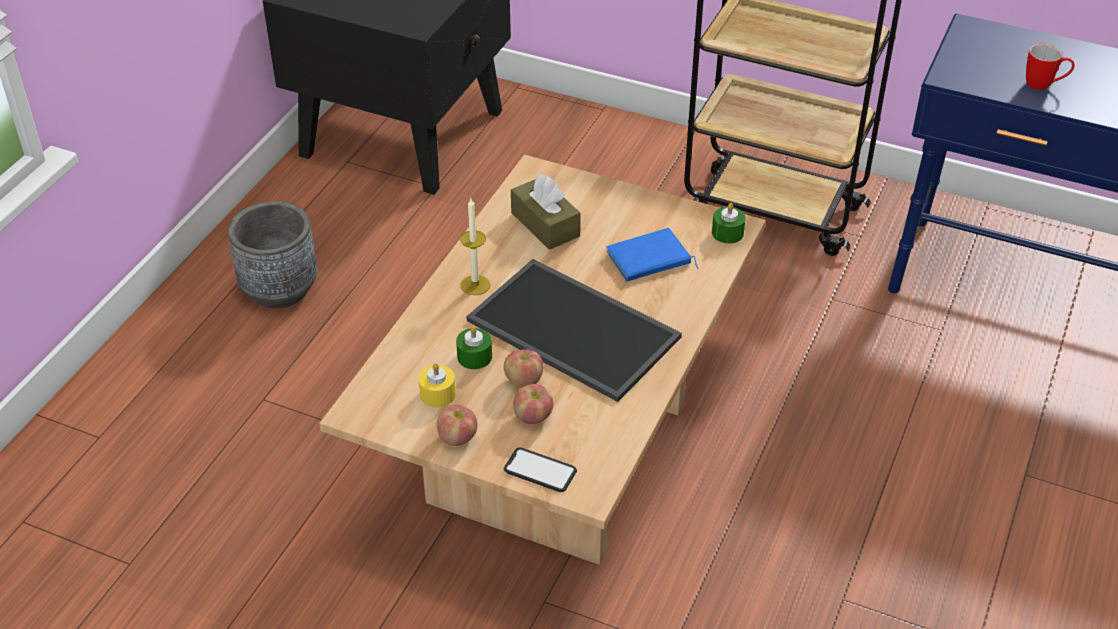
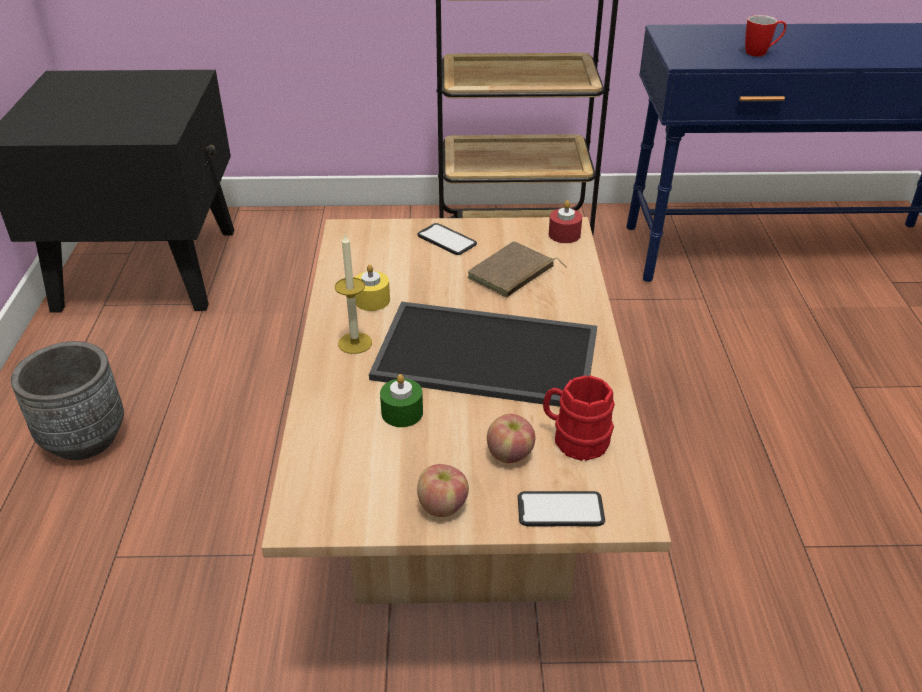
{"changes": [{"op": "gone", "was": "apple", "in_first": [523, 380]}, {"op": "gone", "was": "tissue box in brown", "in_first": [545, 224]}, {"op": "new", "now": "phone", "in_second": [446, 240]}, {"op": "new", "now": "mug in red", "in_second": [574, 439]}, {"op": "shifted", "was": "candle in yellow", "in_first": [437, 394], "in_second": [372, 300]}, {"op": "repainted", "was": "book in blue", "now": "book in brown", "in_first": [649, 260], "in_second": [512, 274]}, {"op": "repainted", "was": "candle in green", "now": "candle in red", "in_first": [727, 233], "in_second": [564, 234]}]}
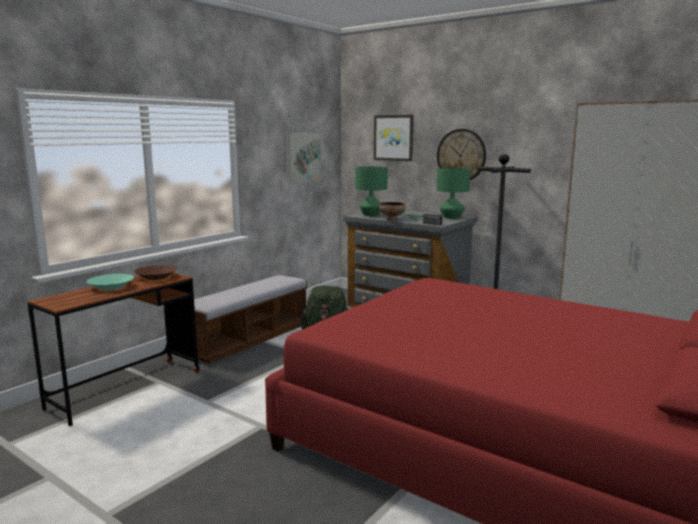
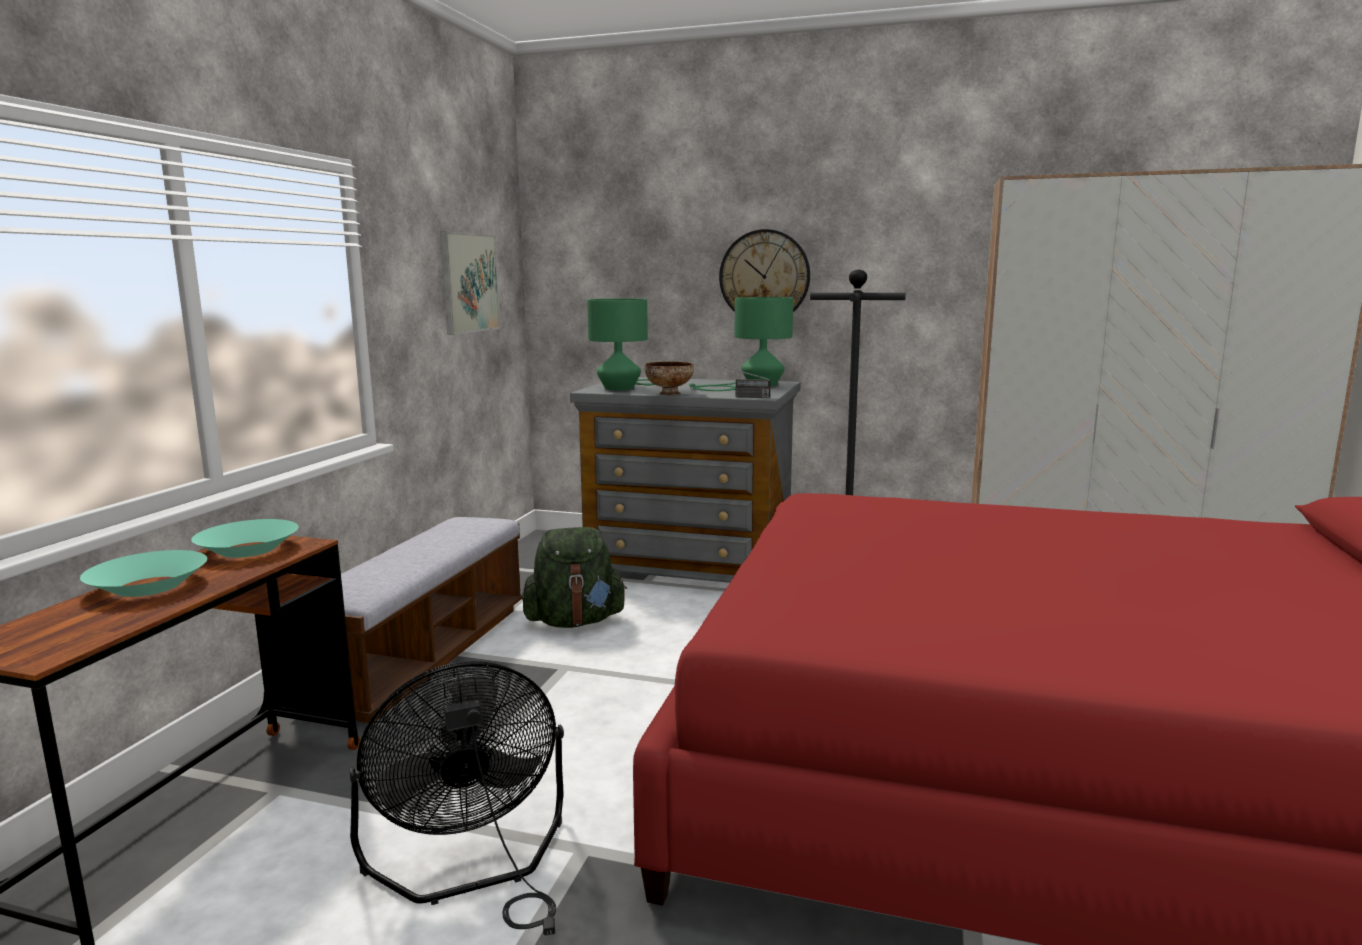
{"changes": [{"op": "gone", "was": "picture", "in_first": [393, 138]}, {"op": "new", "now": "fan in black", "in_second": [479, 870]}, {"op": "repainted", "was": "bowl in brown", "now": "bowl in turquoise", "in_first": [156, 277], "in_second": [248, 549]}]}
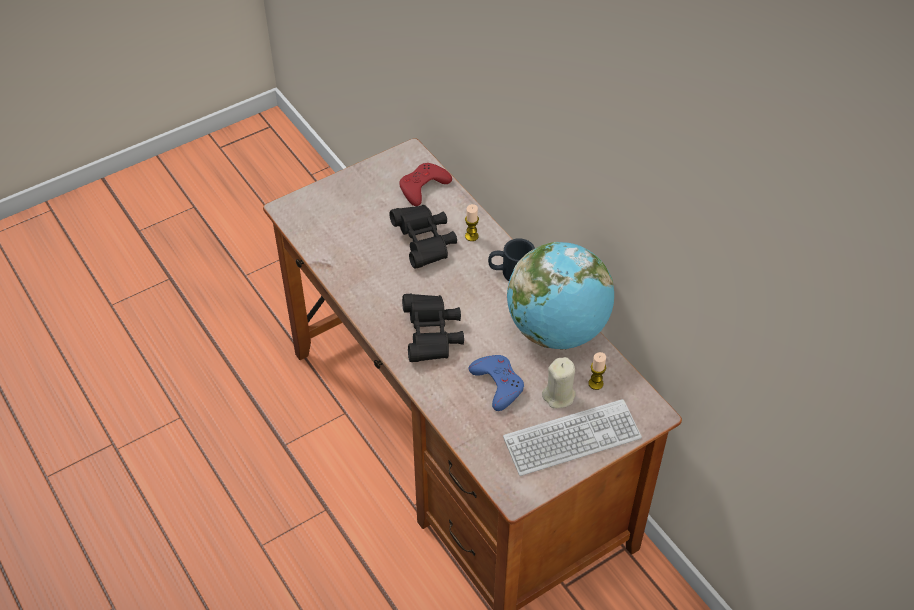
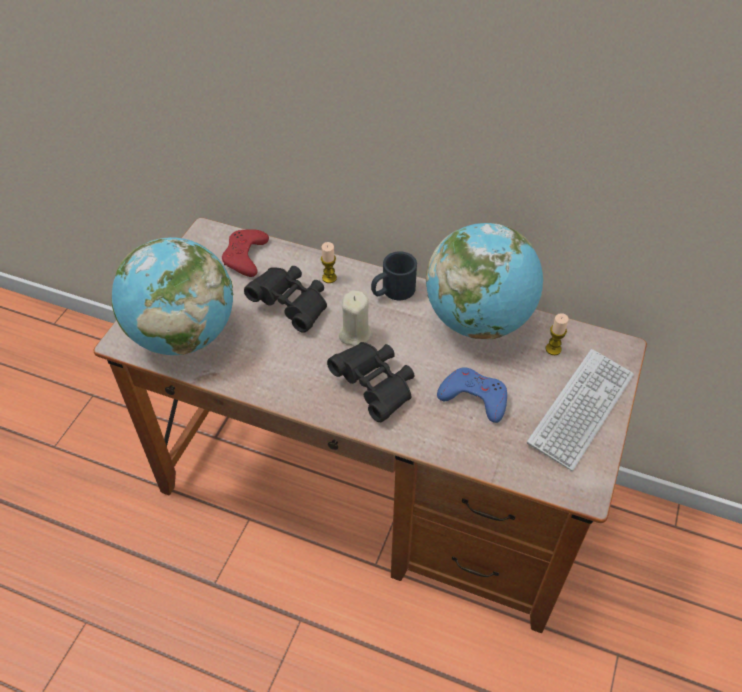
{"changes": [{"op": "new", "now": "globe", "in_second": [183, 335]}, {"op": "shifted", "was": "candle in beige", "in_first": [559, 396], "in_second": [355, 334]}]}
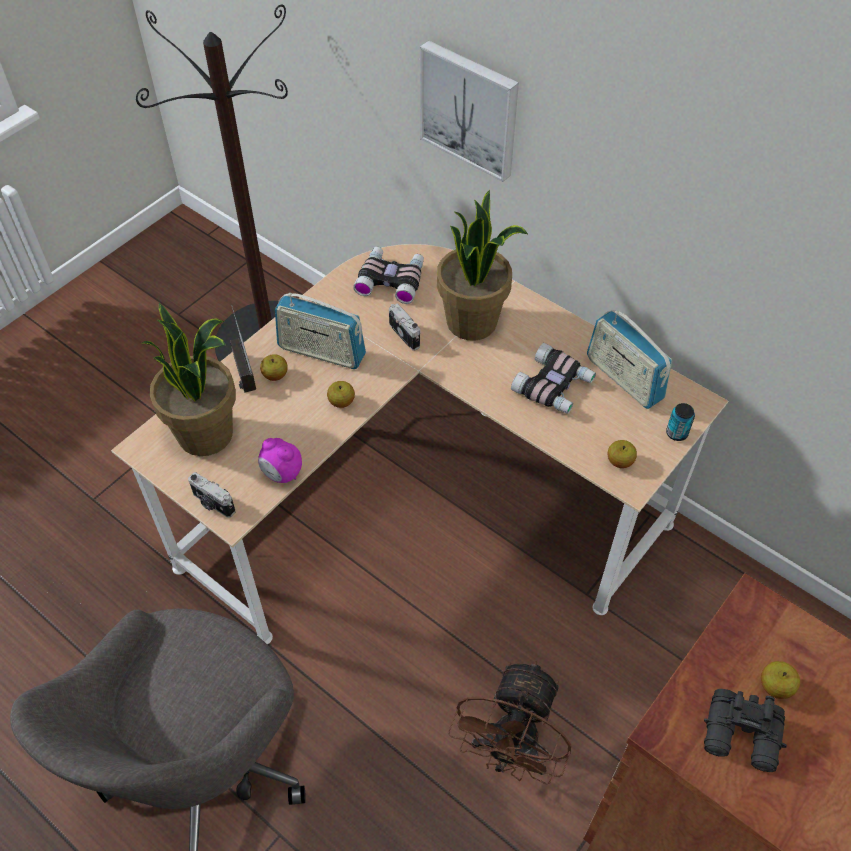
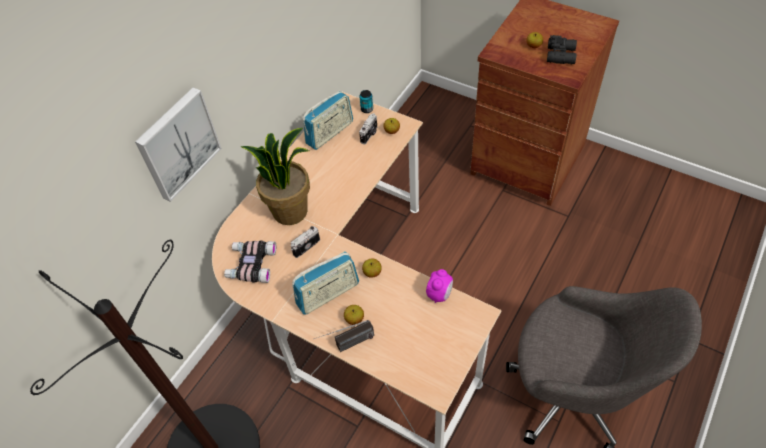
{"changes": [{"op": "gone", "was": "potted plant", "in_first": [207, 433]}, {"op": "gone", "was": "fan in brown", "in_first": [510, 752]}, {"op": "gone", "was": "binoculars", "in_first": [554, 386]}, {"op": "shifted", "was": "photo camera", "in_first": [213, 504], "in_second": [369, 134]}, {"op": "rotated", "was": "radio", "in_first": [321, 352], "in_second": [328, 294], "clockwise": 45}]}
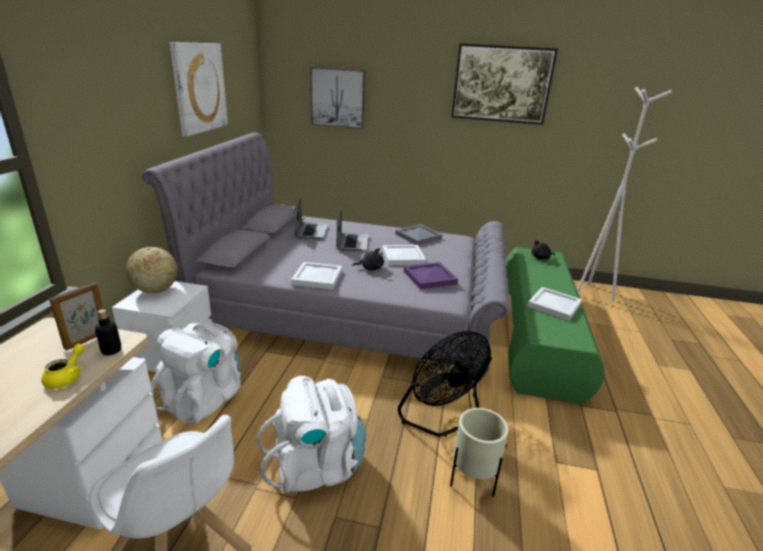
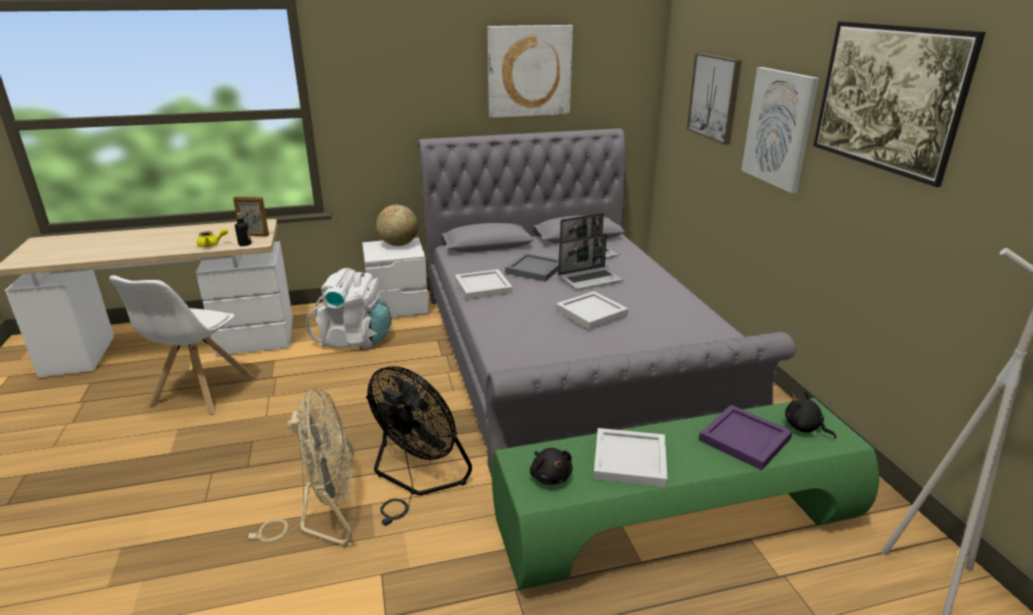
{"changes": [{"op": "gone", "was": "backpack in white", "in_first": [316, 466]}, {"op": "new", "now": "picture", "in_second": [779, 128]}, {"op": "shifted", "was": "plush toy in black", "in_first": [370, 268], "in_second": [550, 476]}, {"op": "shifted", "was": "tray in grey", "in_first": [417, 236], "in_second": [534, 269]}, {"op": "shifted", "was": "tray in purple", "in_first": [430, 277], "in_second": [746, 439]}, {"op": "swapped", "was": "planter in beige", "now": "fan in beige", "in_first": [472, 481], "in_second": [322, 509]}]}
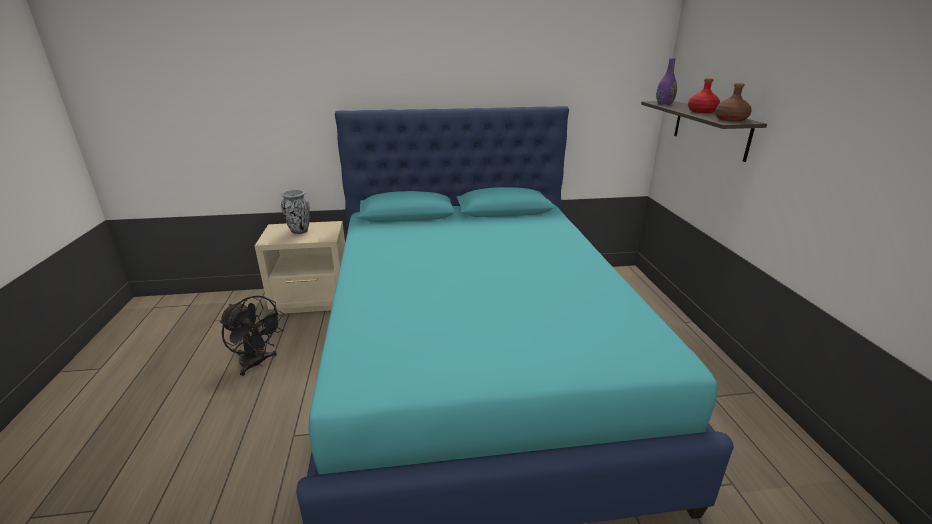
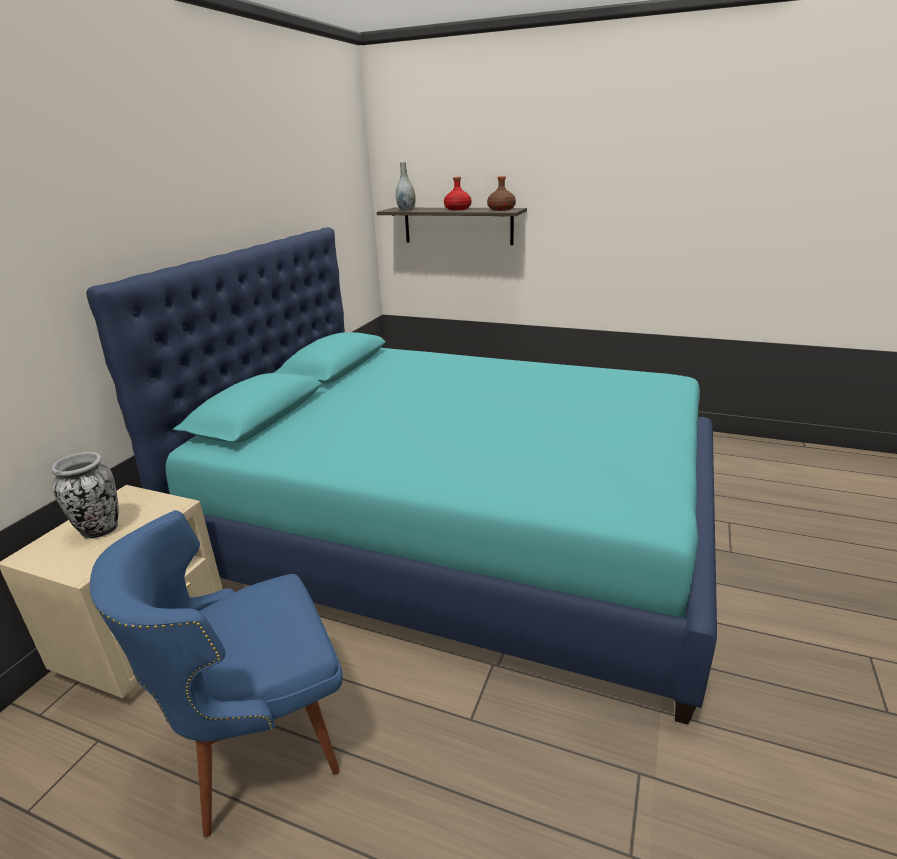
{"changes": [{"op": "swapped", "was": "fan in black", "now": "chair in blue", "in_first": [257, 363], "in_second": [261, 745]}, {"op": "repainted", "was": "vase in purple", "now": "vase in grey", "in_first": [664, 104], "in_second": [406, 210]}]}
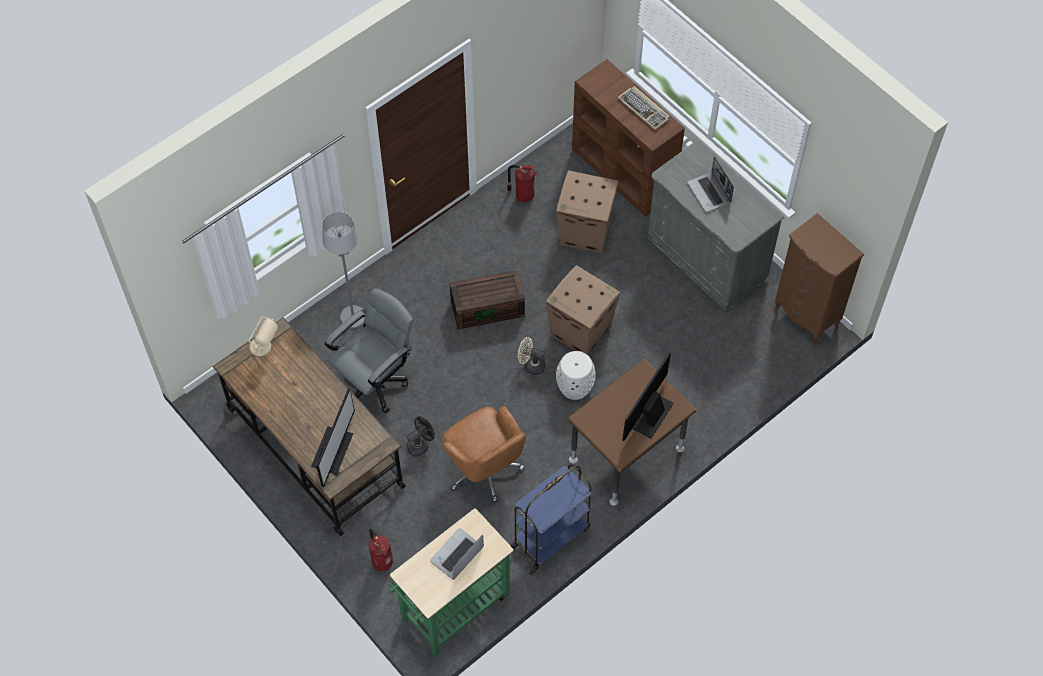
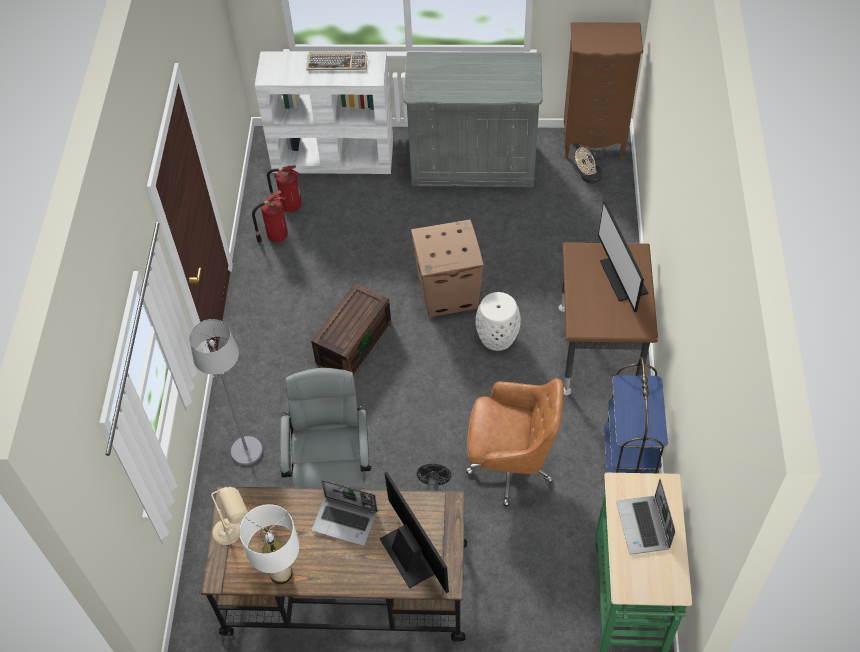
{"changes": [{"op": "gone", "was": "cardboard box", "in_first": [586, 232]}, {"op": "new", "now": "table lamp in white", "in_second": [280, 573]}, {"op": "shifted", "was": "fire extinguisher", "in_first": [382, 561], "in_second": [290, 205]}, {"op": "shifted", "was": "fan in beige", "in_first": [531, 365], "in_second": [588, 177]}, {"op": "shifted", "was": "laptop", "in_first": [709, 193], "in_second": [346, 521]}, {"op": "repainted", "was": "bookcase in brown", "now": "bookcase in white", "in_first": [624, 170], "in_second": [333, 156]}]}
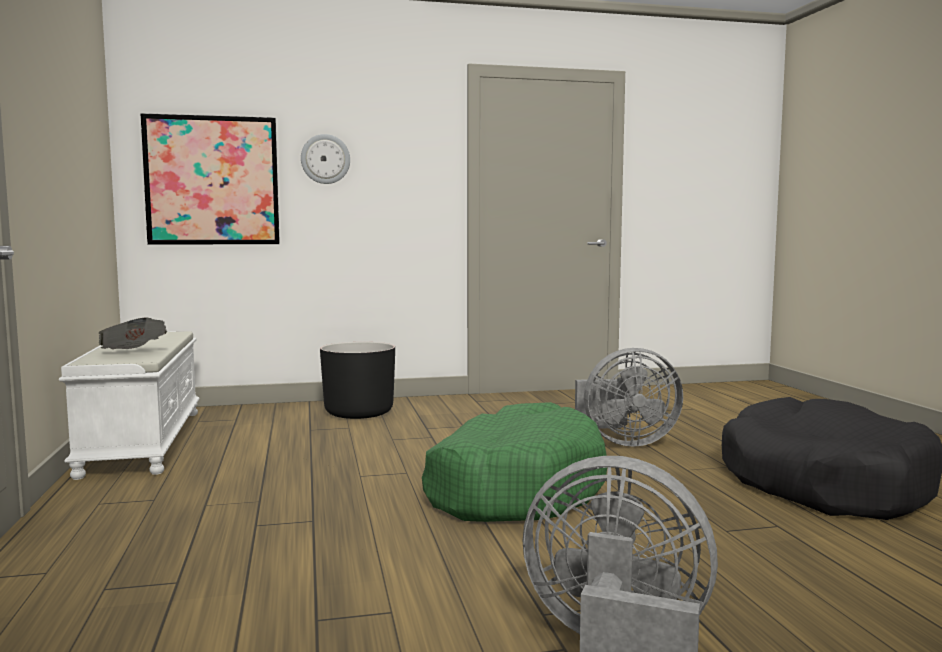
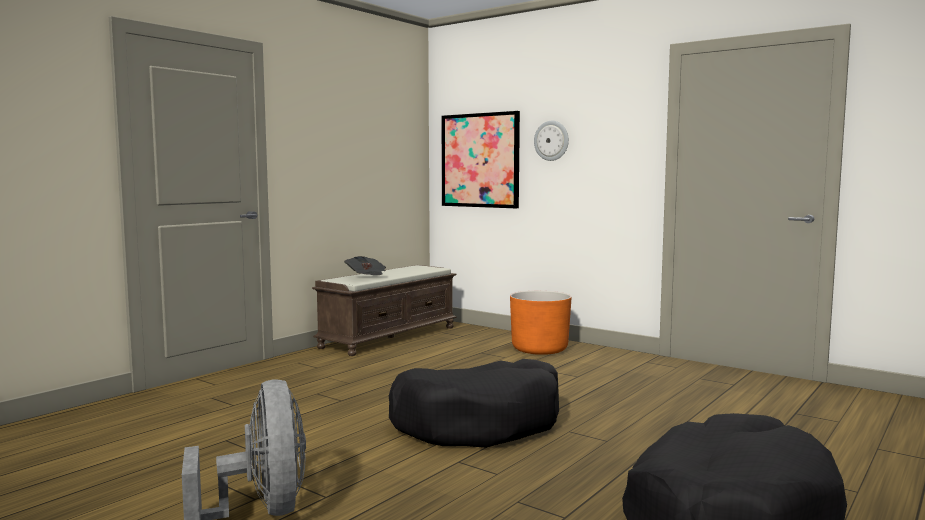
{"changes": [{"op": "gone", "was": "fan in grey", "in_first": [624, 442]}, {"op": "repainted", "was": "bench in white", "now": "bench in brown", "in_first": [142, 441], "in_second": [389, 337]}, {"op": "repainted", "was": "planter in black", "now": "planter in orange", "in_first": [359, 413], "in_second": [539, 349]}, {"op": "repainted", "was": "dog bed in green", "now": "dog bed in black", "in_first": [513, 488], "in_second": [478, 423]}]}
